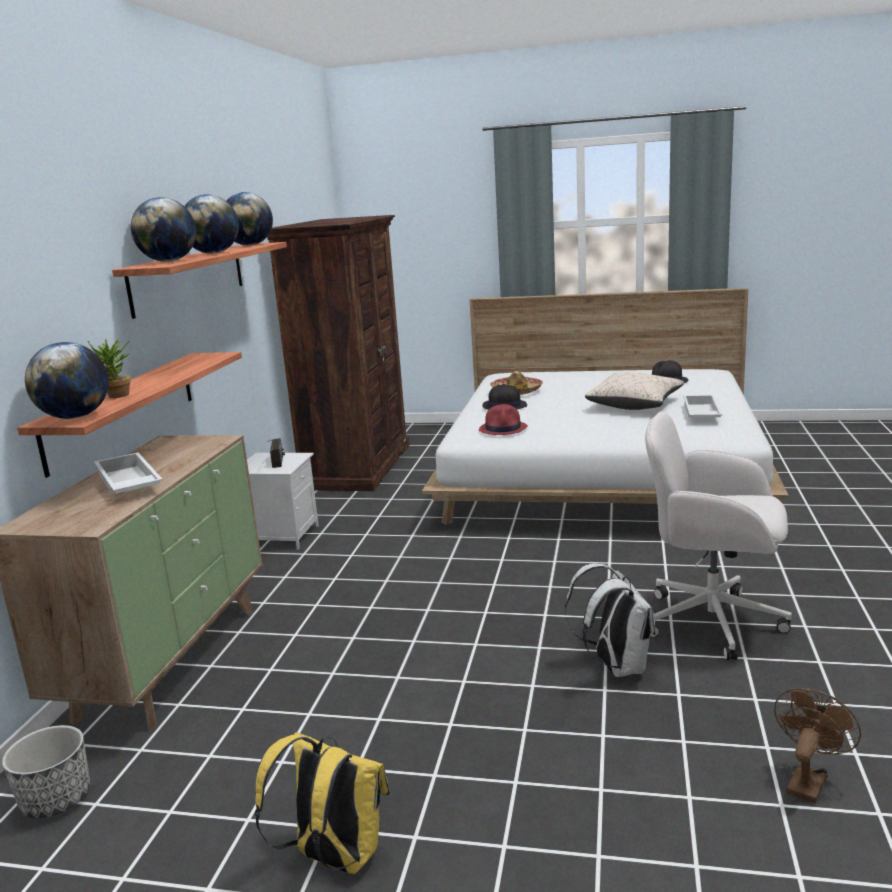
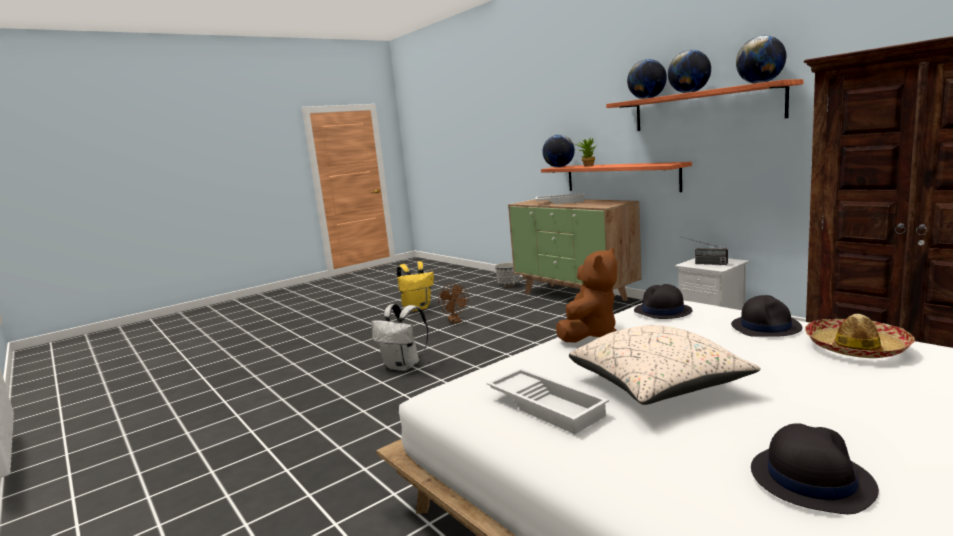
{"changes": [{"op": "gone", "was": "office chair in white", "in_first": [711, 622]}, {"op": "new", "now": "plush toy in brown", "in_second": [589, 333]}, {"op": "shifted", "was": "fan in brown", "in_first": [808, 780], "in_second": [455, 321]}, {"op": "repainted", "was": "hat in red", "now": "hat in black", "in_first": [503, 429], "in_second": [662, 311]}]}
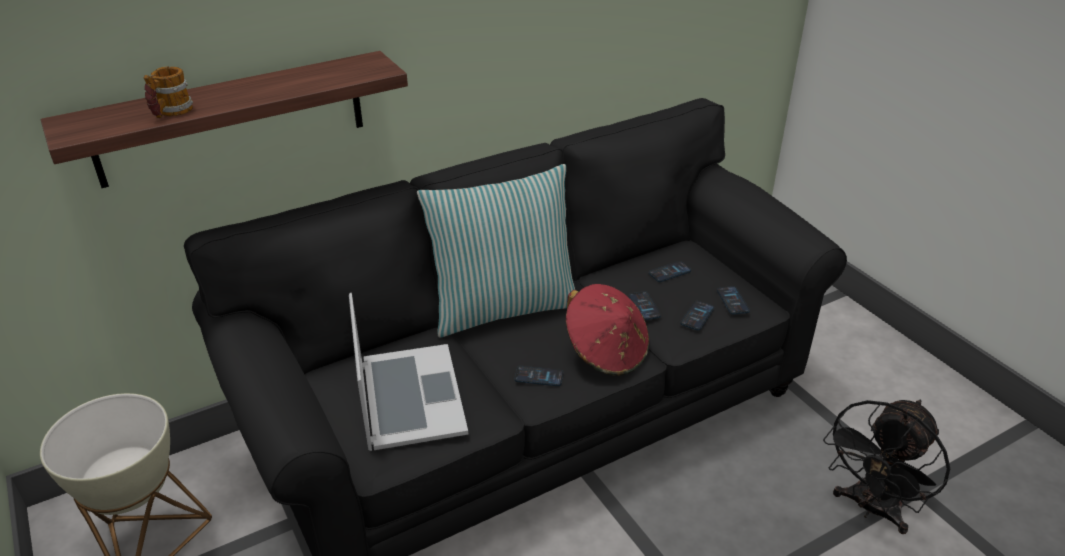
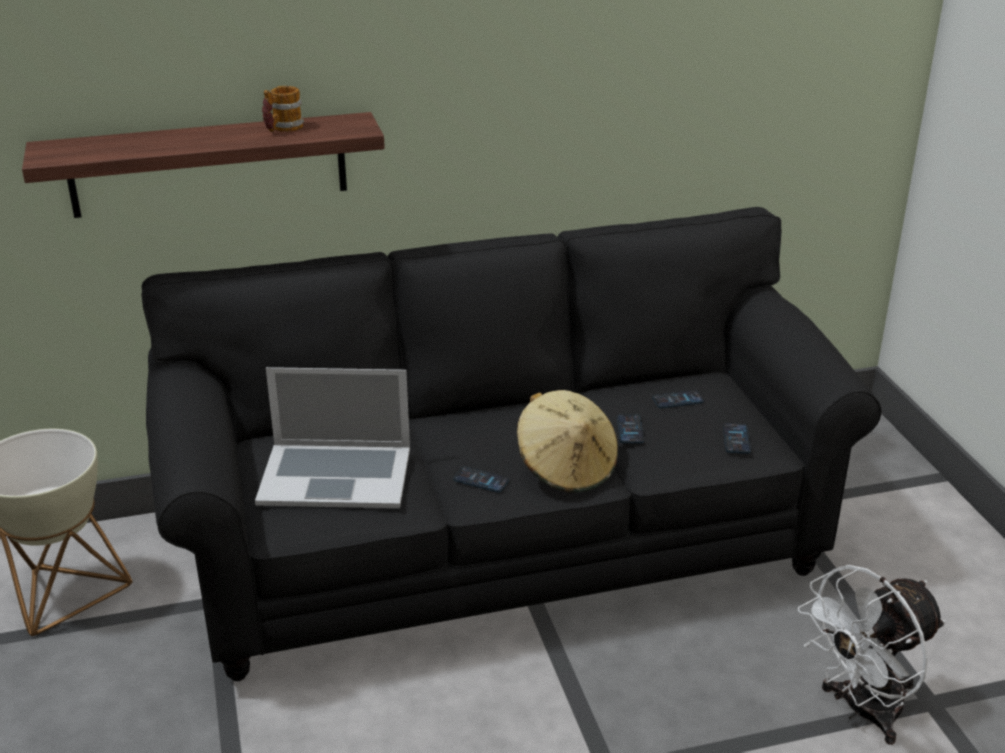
{"changes": [{"op": "gone", "was": "pillow", "in_first": [503, 307]}, {"op": "gone", "was": "phone", "in_first": [697, 316]}, {"op": "shifted", "was": "mug", "in_first": [171, 112], "in_second": [282, 128]}, {"op": "repainted", "was": "hat in red", "now": "hat in beige", "in_first": [606, 352], "in_second": [566, 469]}, {"op": "repainted", "was": "fan in black", "now": "fan in white", "in_first": [871, 509], "in_second": [862, 711]}, {"op": "rotated", "was": "laptop", "in_first": [409, 396], "in_second": [335, 475], "clockwise": 90}]}
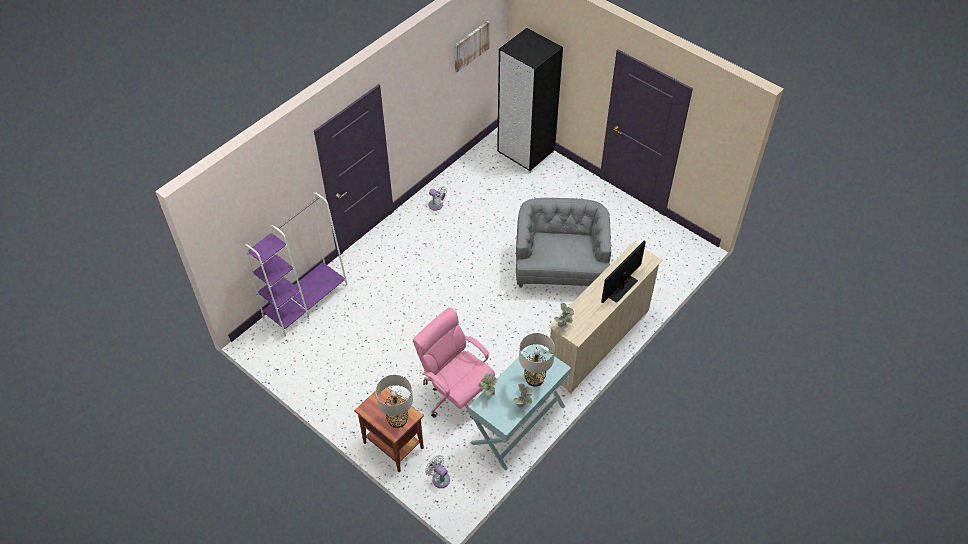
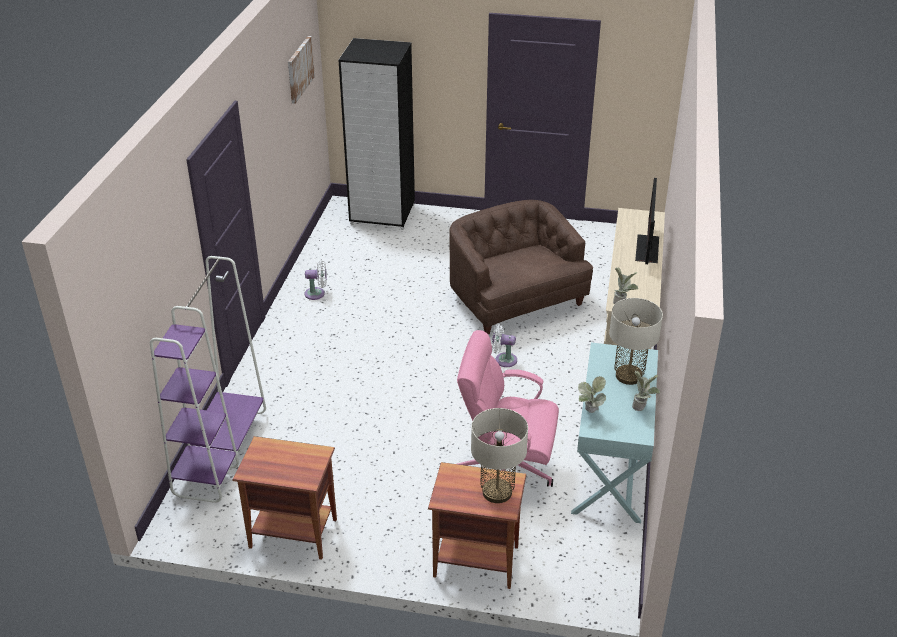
{"changes": [{"op": "new", "now": "nightstand", "in_second": [292, 534]}, {"op": "shifted", "was": "fan in white", "in_first": [439, 478], "in_second": [503, 360]}, {"op": "repainted", "was": "armchair in grey", "now": "armchair in brown", "in_first": [560, 267], "in_second": [516, 300]}]}
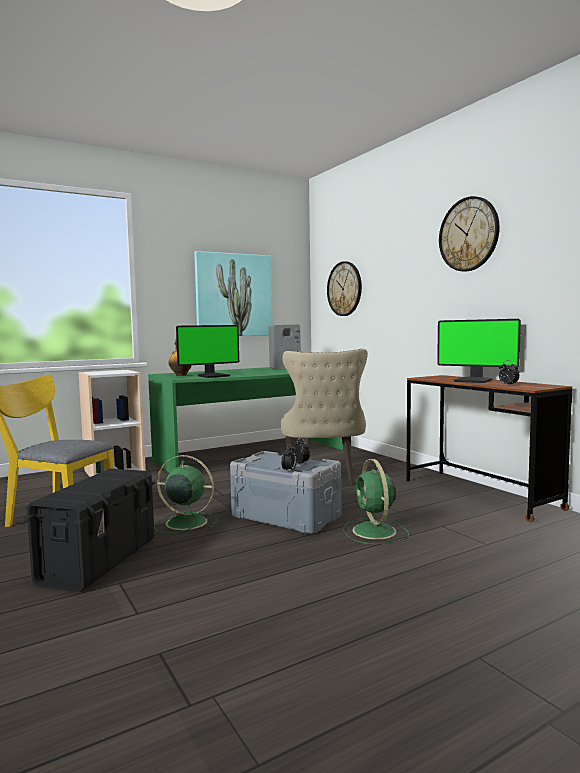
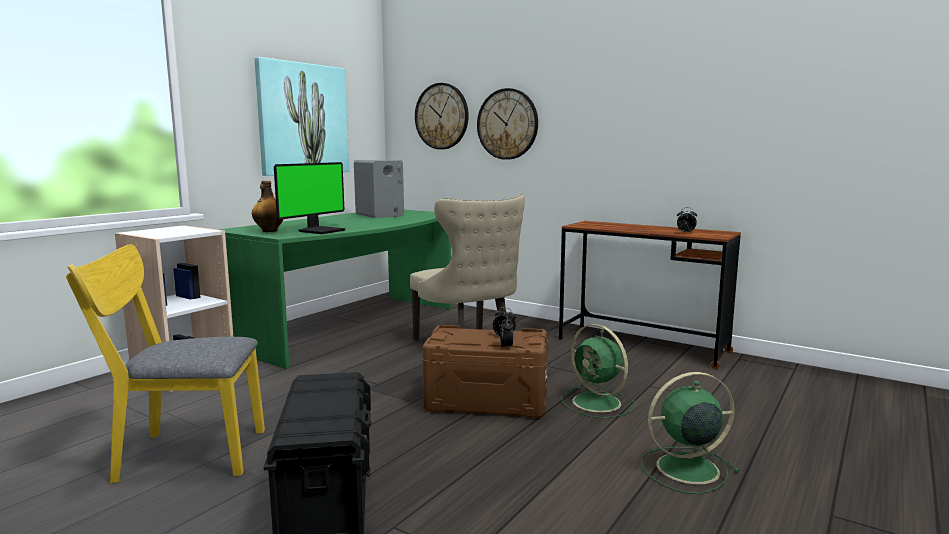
{"changes": [{"op": "gone", "was": "monitor", "in_first": [474, 381]}, {"op": "shifted", "was": "fan in green", "in_first": [184, 522], "in_second": [684, 469]}, {"op": "shifted", "was": "wall clock", "in_first": [468, 234], "in_second": [507, 124]}, {"op": "repainted", "was": "storage box in grey", "now": "storage box in brown", "in_first": [286, 516], "in_second": [486, 400]}]}
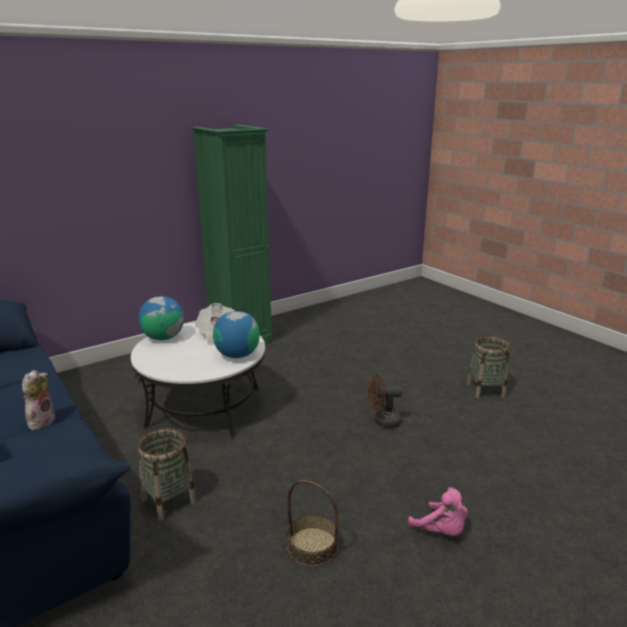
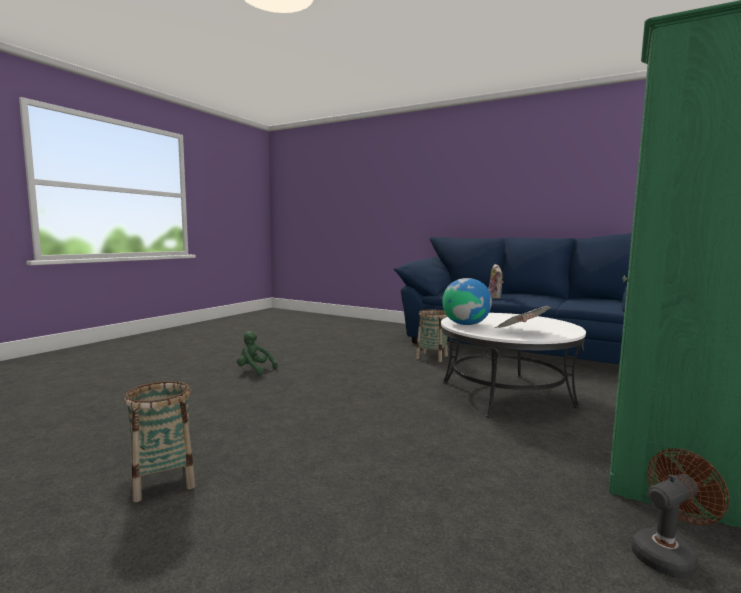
{"changes": [{"op": "gone", "was": "globe", "in_first": [163, 337]}, {"op": "gone", "was": "basket", "in_first": [312, 546]}, {"op": "shifted", "was": "fan in brown", "in_first": [383, 421], "in_second": [668, 554]}, {"op": "repainted", "was": "plush toy in pink", "now": "plush toy in green", "in_first": [441, 531], "in_second": [254, 370]}]}
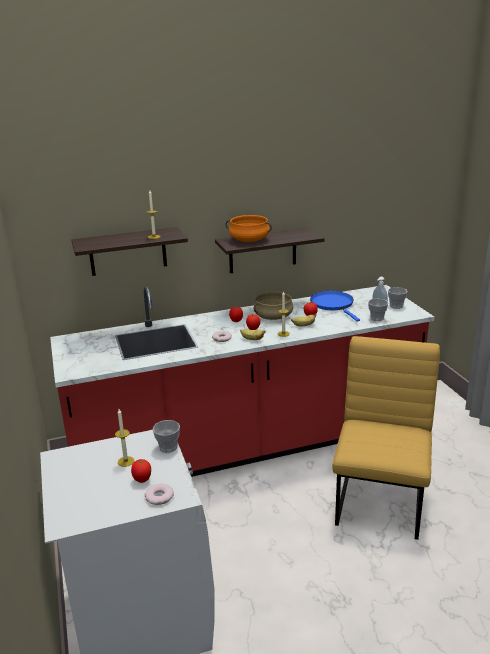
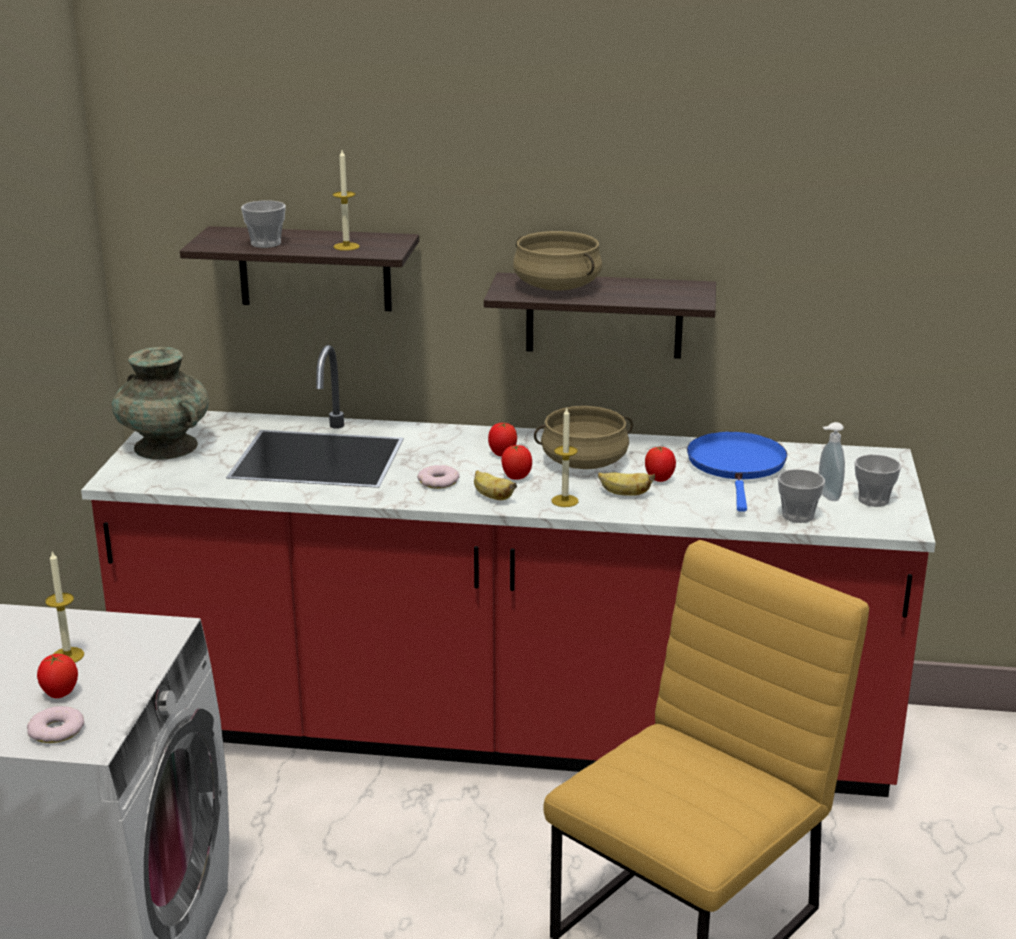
{"changes": [{"op": "new", "now": "vase in turquoise", "in_second": [166, 447]}, {"op": "shifted", "was": "cup", "in_first": [168, 447], "in_second": [266, 243]}, {"op": "repainted", "was": "cooking pot in orange", "now": "cooking pot in beige", "in_first": [249, 240], "in_second": [556, 286]}]}
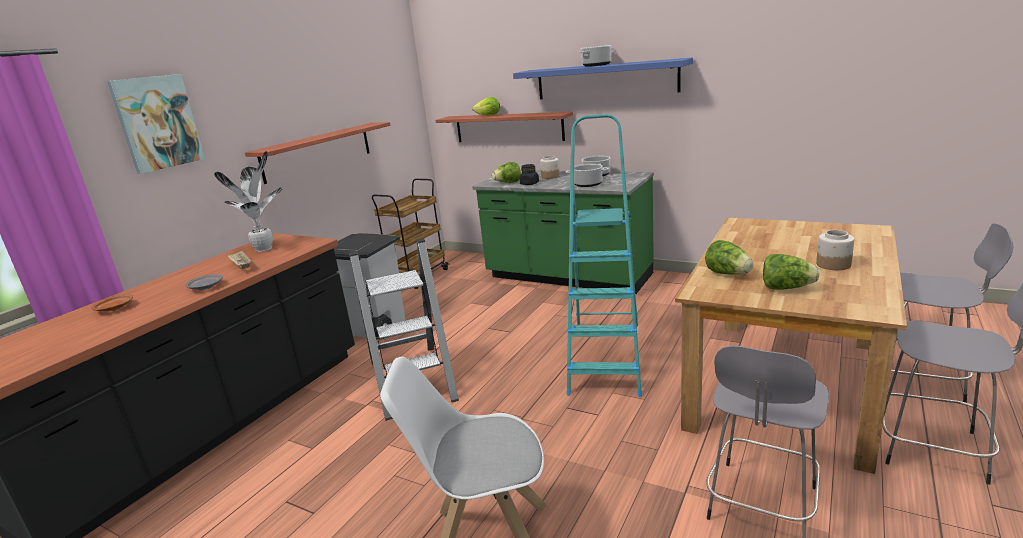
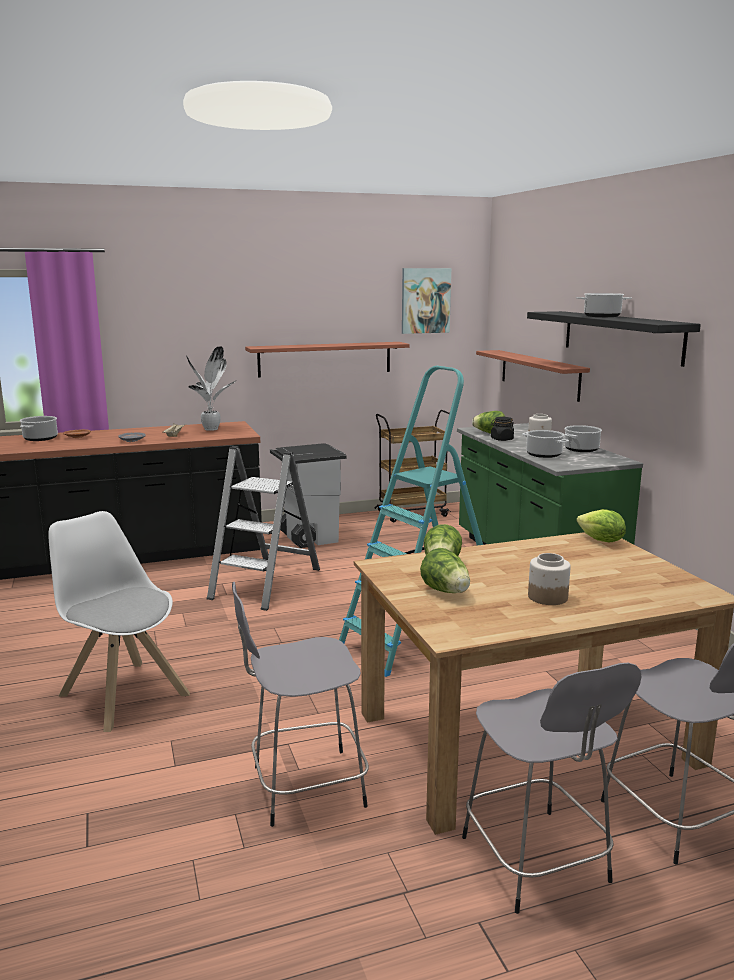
{"changes": [{"op": "new", "now": "cooking pot", "in_second": [40, 438]}, {"op": "shifted", "was": "picture", "in_first": [157, 122], "in_second": [425, 300]}, {"op": "shifted", "was": "lettuce", "in_first": [488, 116], "in_second": [601, 541]}, {"op": "repainted", "was": "shelf in blue", "now": "shelf in black", "in_first": [605, 80], "in_second": [620, 336]}]}
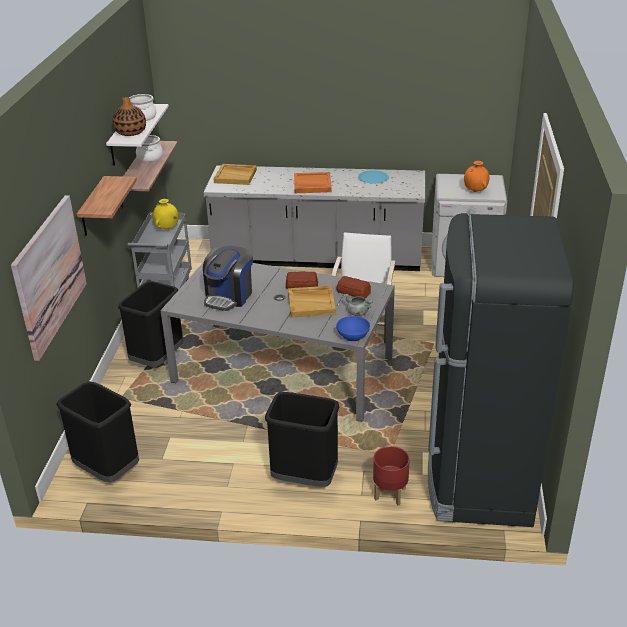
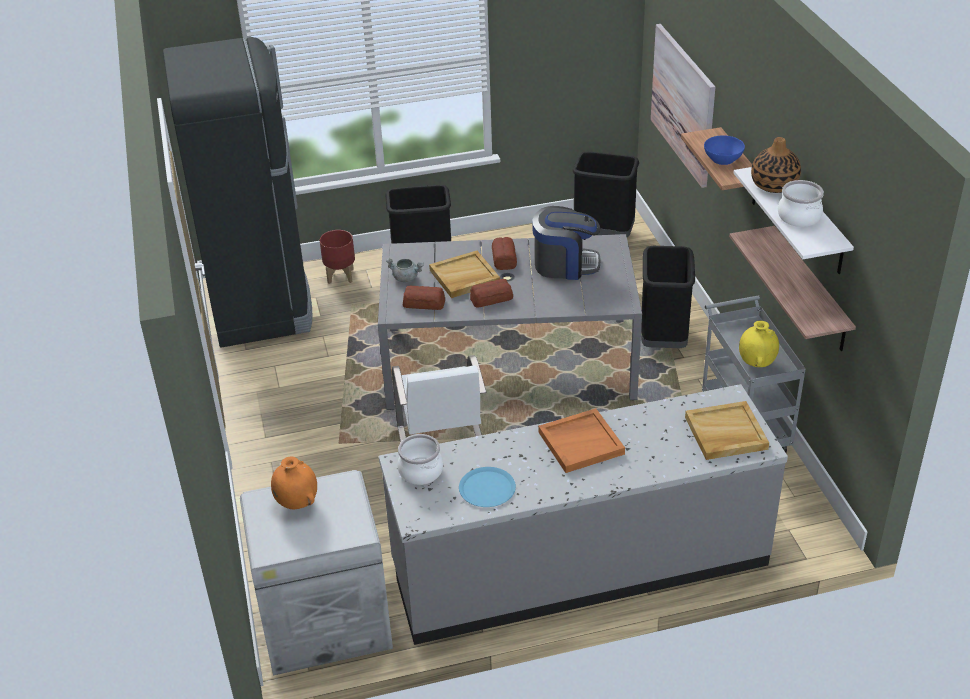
{"changes": [{"op": "new", "now": "bread", "in_second": [504, 259]}, {"op": "shifted", "was": "cooking pot", "in_first": [149, 157], "in_second": [421, 471]}, {"op": "shifted", "was": "bowl in blue", "in_first": [352, 336], "in_second": [723, 159]}, {"op": "rotated", "was": "coffee machine", "in_first": [229, 296], "in_second": [565, 265], "clockwise": 90}]}
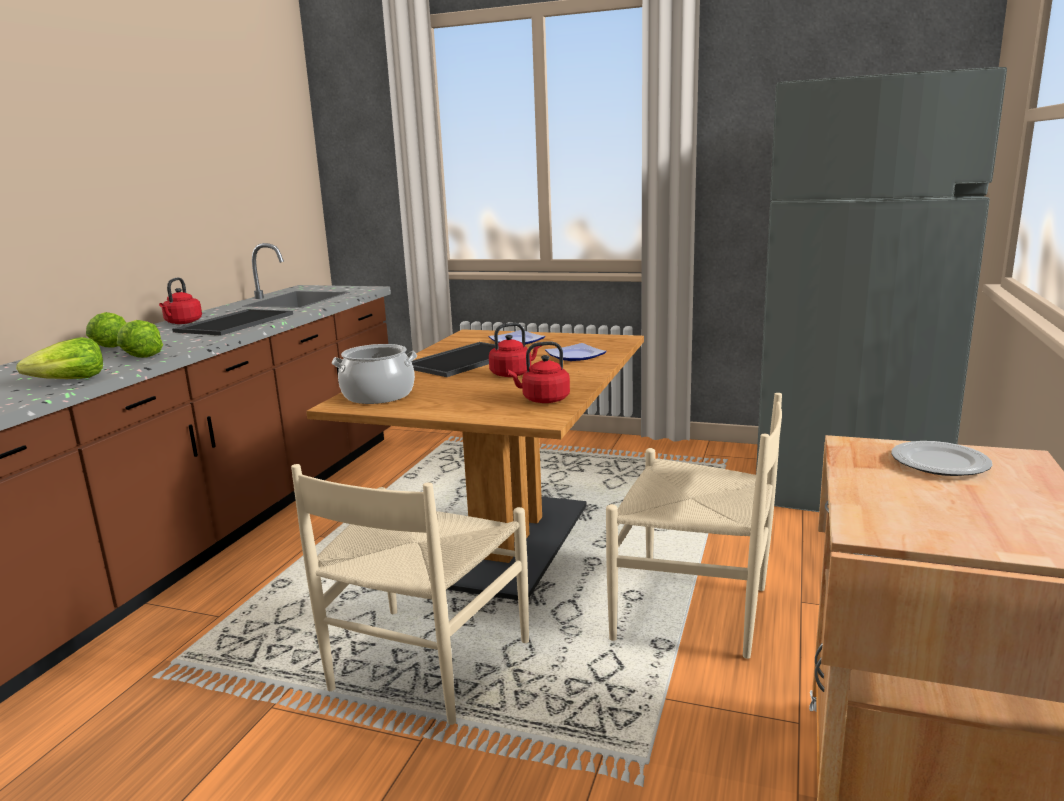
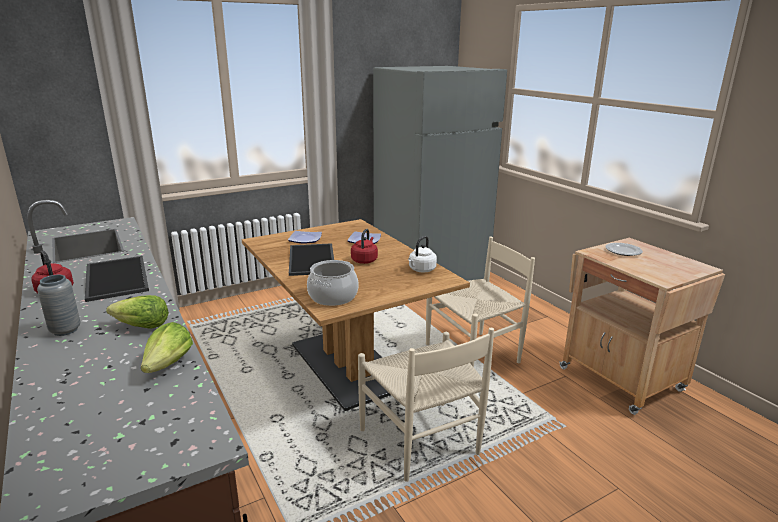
{"changes": [{"op": "swapped", "was": "lettuce", "now": "vase in grey", "in_first": [110, 345], "in_second": [65, 330]}, {"op": "repainted", "was": "kettle in red", "now": "kettle in white", "in_first": [543, 400], "in_second": [421, 270]}]}
